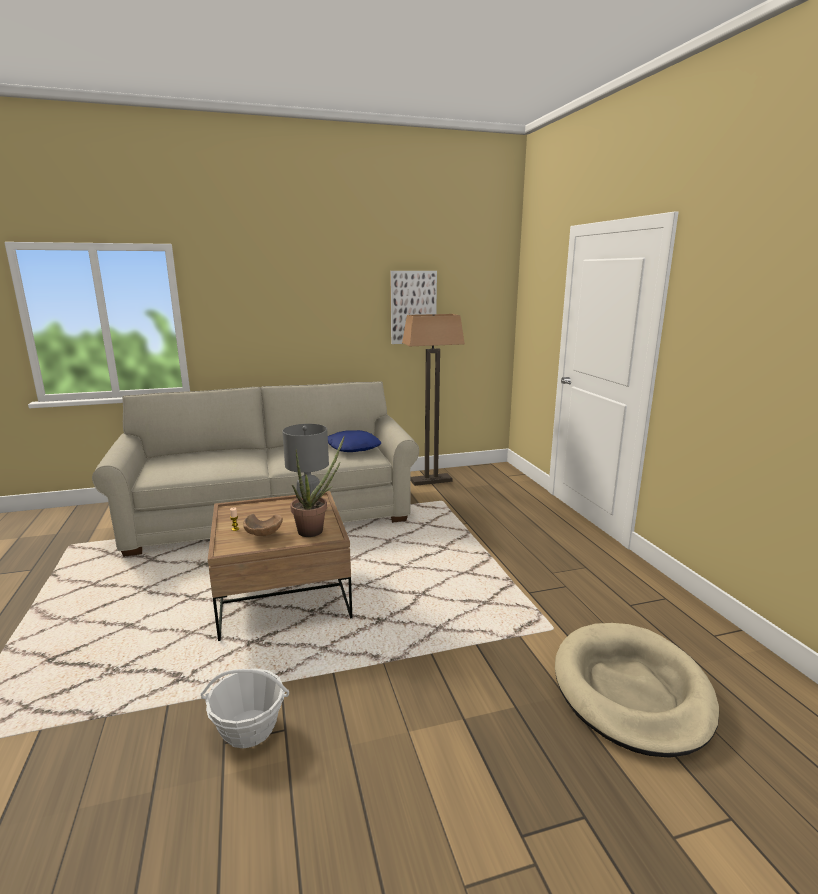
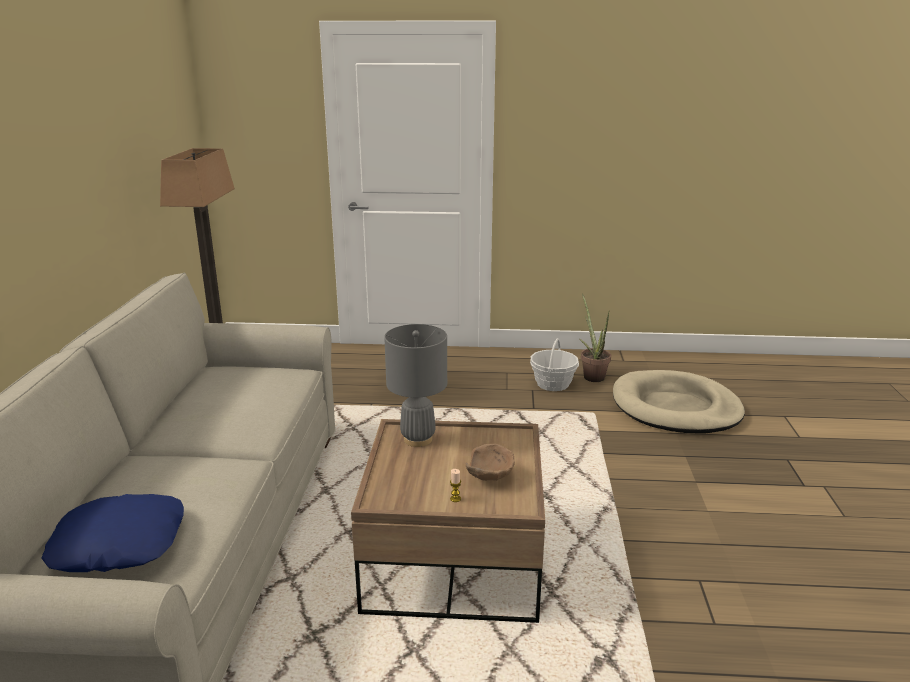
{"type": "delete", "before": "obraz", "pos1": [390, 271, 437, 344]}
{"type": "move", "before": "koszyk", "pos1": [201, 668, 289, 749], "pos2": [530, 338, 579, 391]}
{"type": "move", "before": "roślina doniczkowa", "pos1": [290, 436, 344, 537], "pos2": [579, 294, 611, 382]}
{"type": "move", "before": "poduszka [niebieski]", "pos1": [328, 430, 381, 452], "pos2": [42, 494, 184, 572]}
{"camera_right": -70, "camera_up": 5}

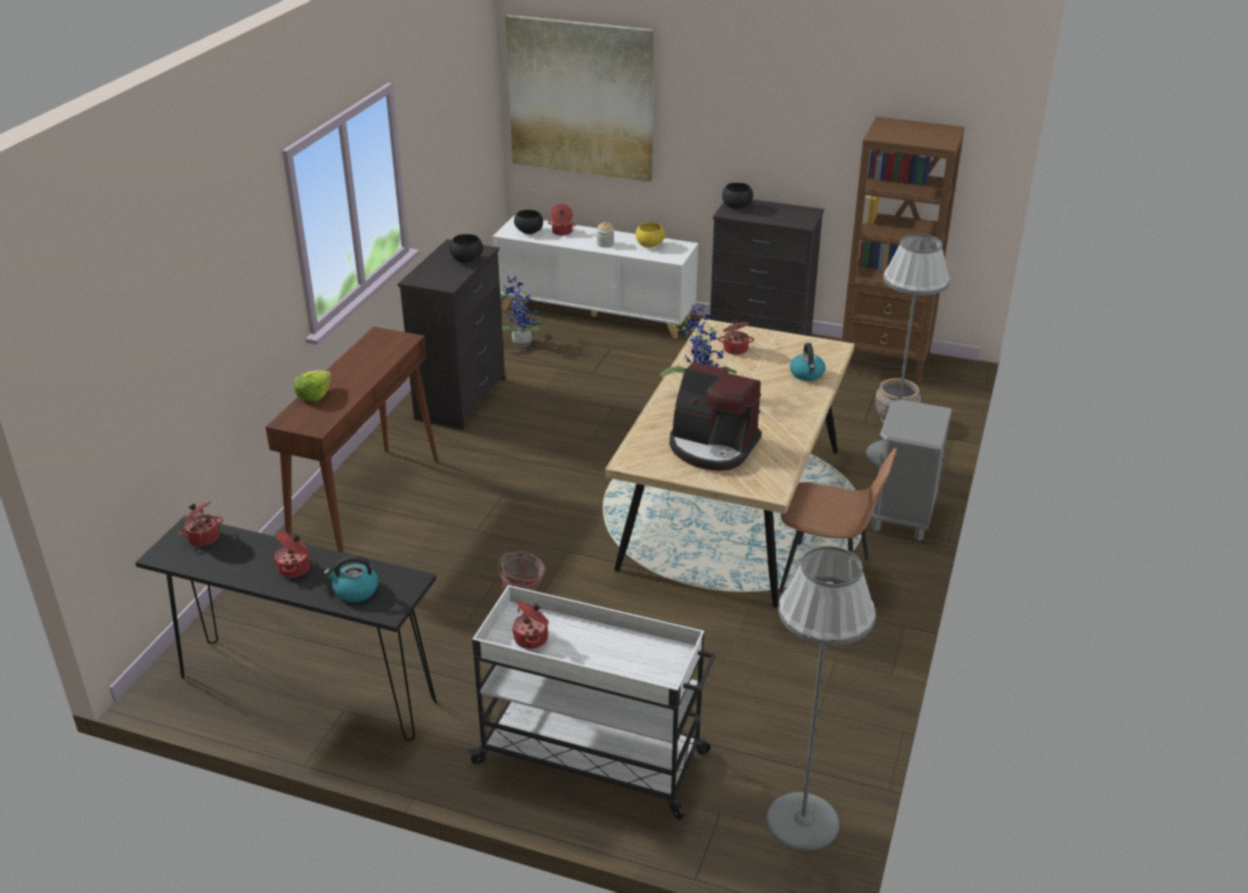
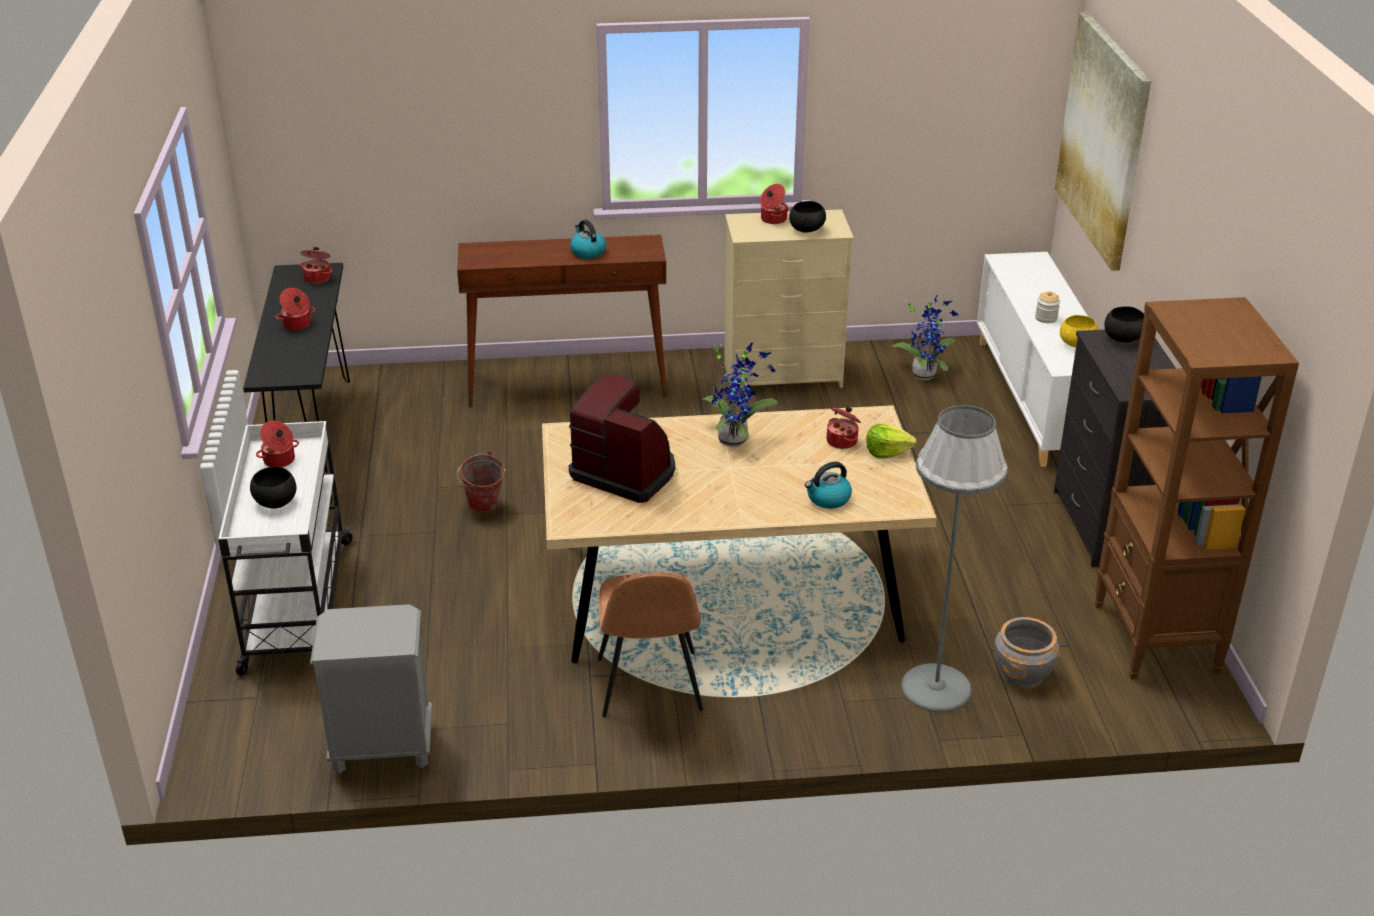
{"type": "delete", "before": "lampa stojąca [szary]", "pos1": [766, 546, 876, 851]}
{"type": "move", "before": "sałata", "pos1": [294, 370, 332, 402], "pos2": [866, 424, 917, 458]}
{"type": "move", "before": "czajnik", "pos1": [324, 556, 378, 602], "pos2": [570, 219, 606, 259]}
{"type": "move", "before": "miska [czarny]", "pos1": [514, 210, 543, 234], "pos2": [250, 467, 297, 509]}
{"type": "move", "before": "garnek", "pos1": [548, 204, 576, 236], "pos2": [760, 184, 788, 224]}
{"type": "move", "before": "szafka nocna [szary]", "pos1": [871, 399, 952, 541], "pos2": [310, 604, 432, 774]}
{"type": "recolor", "before": "komoda [czarny]", "after": "komoda [beżowy]", "pos1": [398, 239, 505, 429], "pos2": [724, 209, 854, 390]}
{"type": "rotate", "before": "ekspres do kawy", "pos1": [670, 361, 761, 471], "pos2": [569, 373, 675, 503], "turn": 120}
{"camera_right": 65, "camera_up": 0}

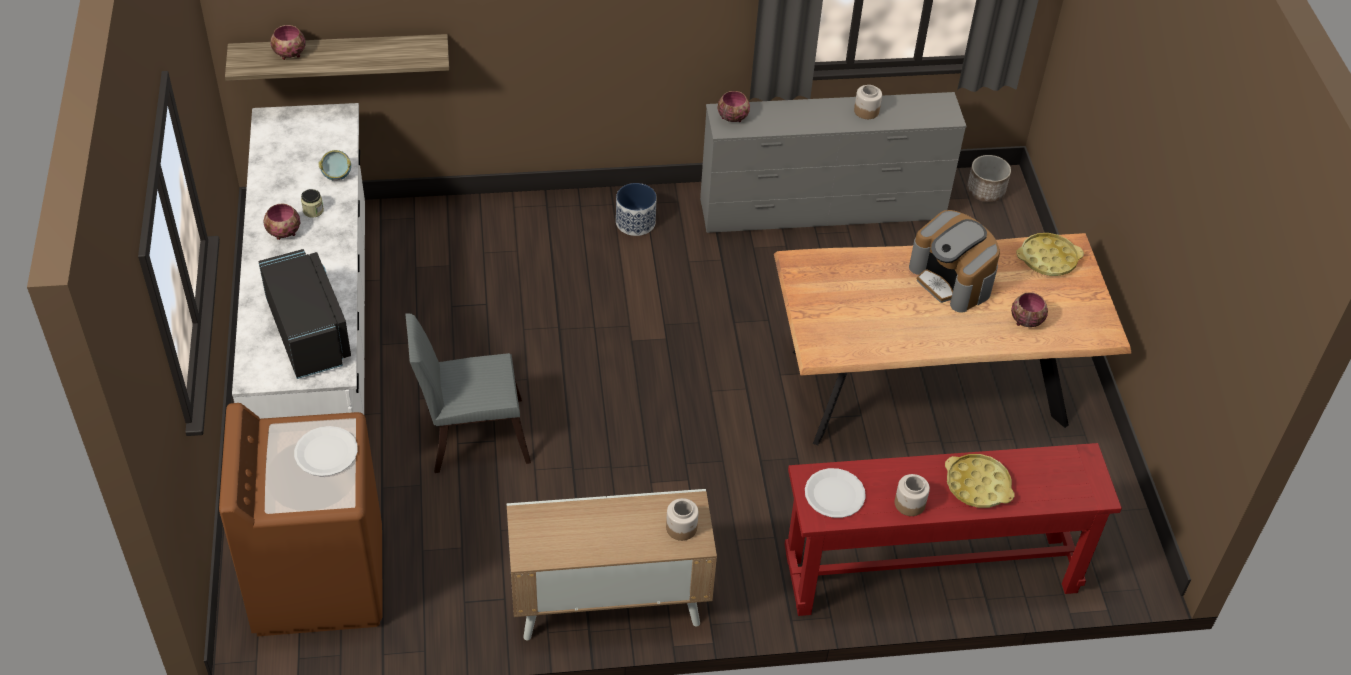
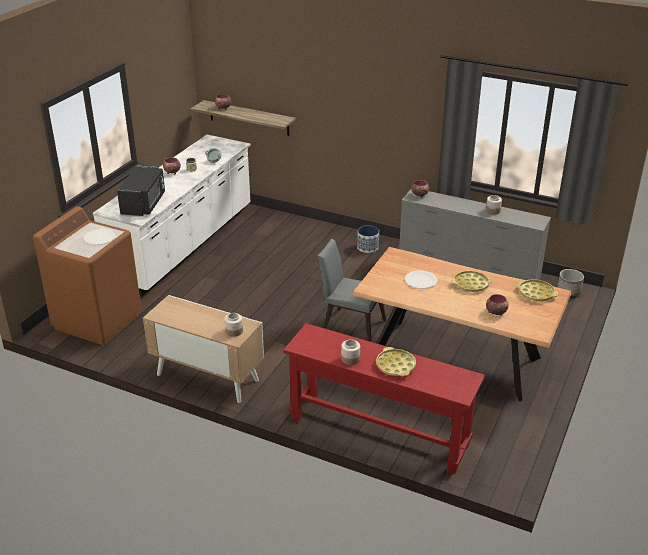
{"type": "move", "before": "krzesło [szary]", "pos1": [405, 313, 531, 473], "pos2": [318, 239, 387, 342]}
{"type": "move", "before": "talerz [biały]", "pos1": [805, 468, 866, 518], "pos2": [405, 271, 437, 289]}
{"type": "replace", "before": "ekspres do kawy", "after": "taca [żółty]", "pos1": [909, 210, 1000, 313], "pos2": [451, 271, 492, 292]}
{"camera_right": 35, "camera_up": -15}

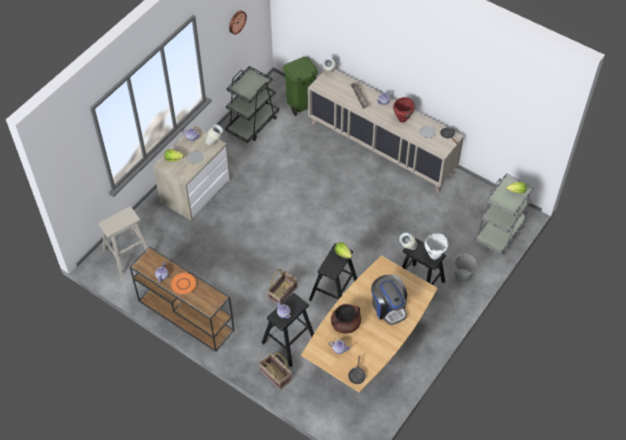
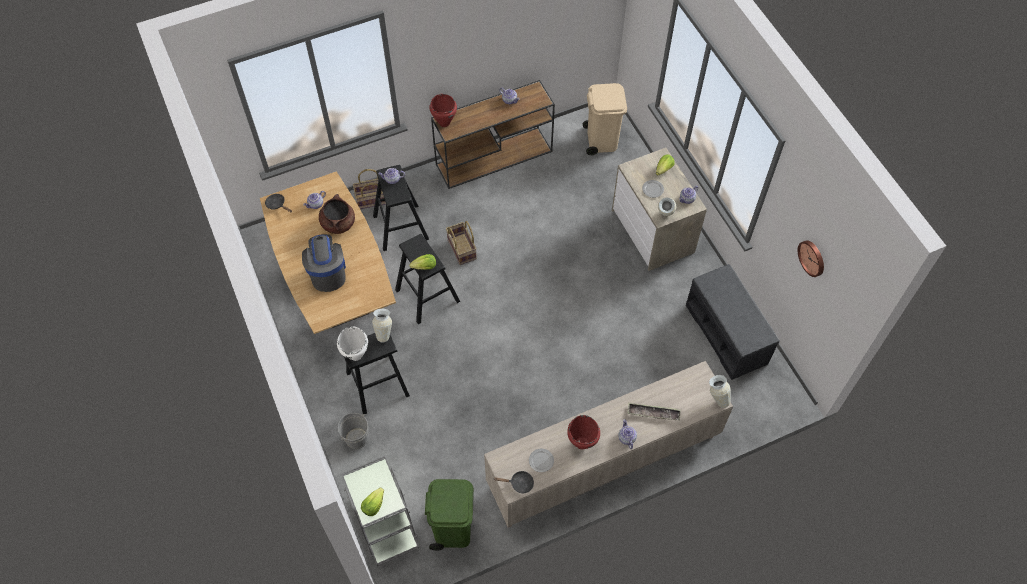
{"type": "delete", "before": "talerz [pomarańczowy]", "pos1": [170, 272, 197, 295]}
{"type": "insert", "after": "garnek [czerwony]", "pos2": [429, 94, 457, 127]}
{"type": "move", "before": "kosz na śmieci [zielony]", "pos1": [283, 57, 318, 116], "pos2": [425, 479, 474, 550]}
{"type": "replace", "before": "stołek [beżowy]", "after": "kosz na śmieci [beżowy]", "pos1": [98, 206, 148, 277], "pos2": [583, 83, 627, 155]}
{"type": "replace", "before": "wózek [czarny]", "after": "ławka [szary]", "pos1": [225, 66, 279, 143], "pos2": [686, 264, 780, 380]}
{"type": "rotate", "before": "ekspres do kawy", "pos1": [371, 274, 407, 325], "pos2": [302, 234, 346, 292], "turn": 75}
{"camera_right": 120, "camera_up": 5}

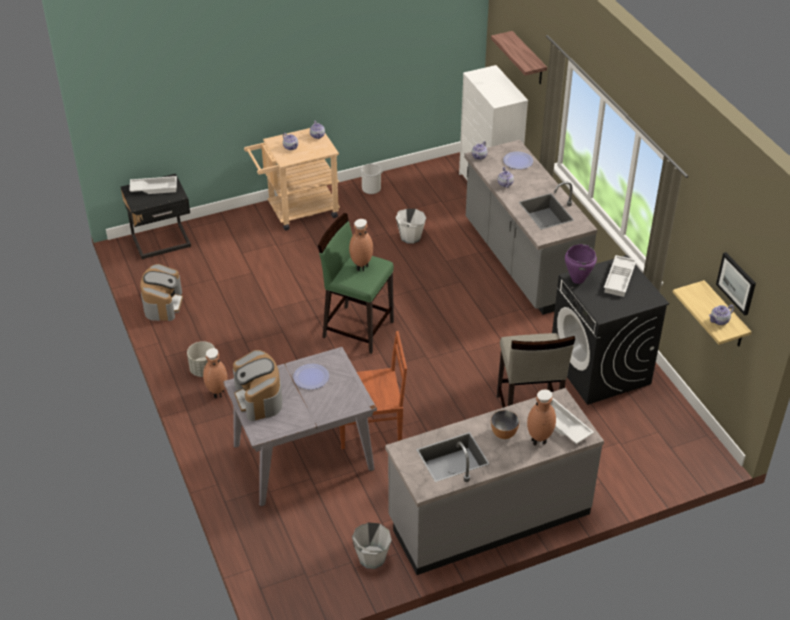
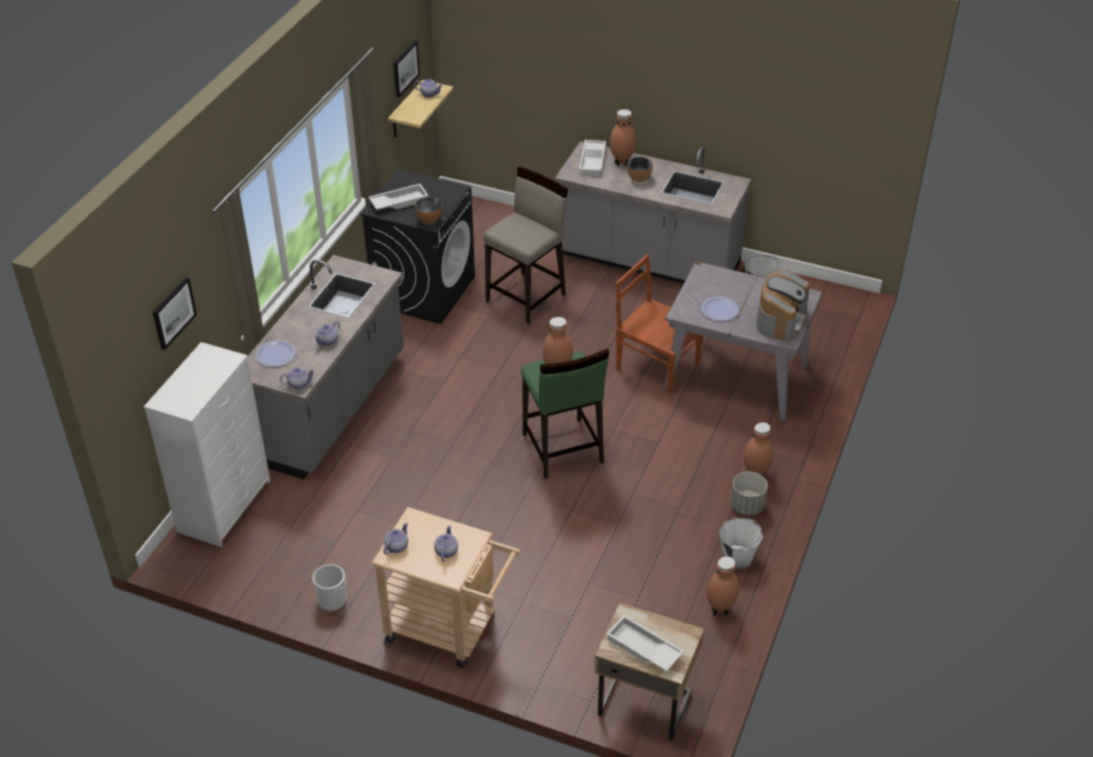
{"type": "move", "before": "wiadro [biały]", "pos1": [396, 209, 426, 244], "pos2": [719, 518, 763, 569]}
{"type": "replace", "before": "ekspres do kawy", "after": "wazon [brązowy]", "pos1": [140, 264, 183, 321], "pos2": [707, 556, 739, 616]}
{"type": "replace", "before": "półka", "after": "obraz", "pos1": [491, 31, 547, 84], "pos2": [153, 277, 197, 350]}
{"type": "replace", "before": "garnek [fioletowy]", "after": "miska", "pos1": [565, 244, 597, 284], "pos2": [415, 197, 442, 224]}
{"type": "recolor", "before": "szafka nocna [czarny]", "after": "szafka nocna [beżowy]", "pos1": [121, 174, 191, 259], "pos2": [594, 603, 704, 740]}
{"camera_right": -135, "camera_up": 0}

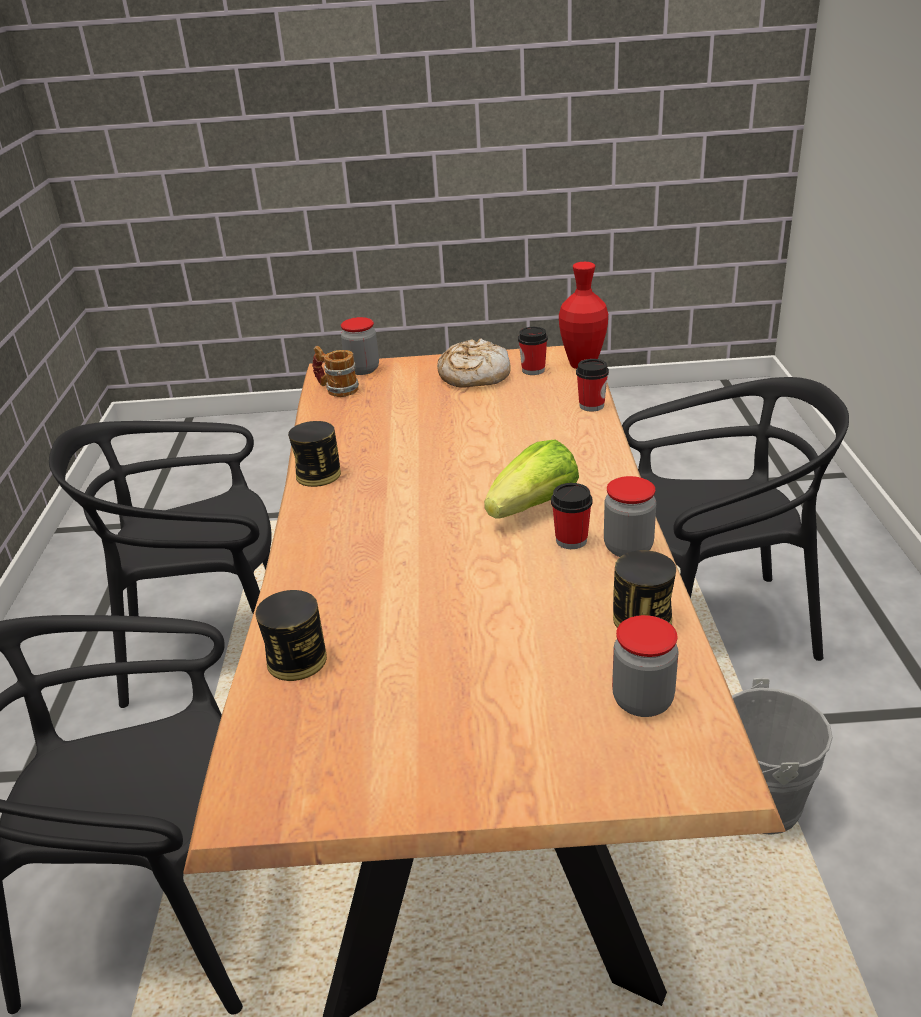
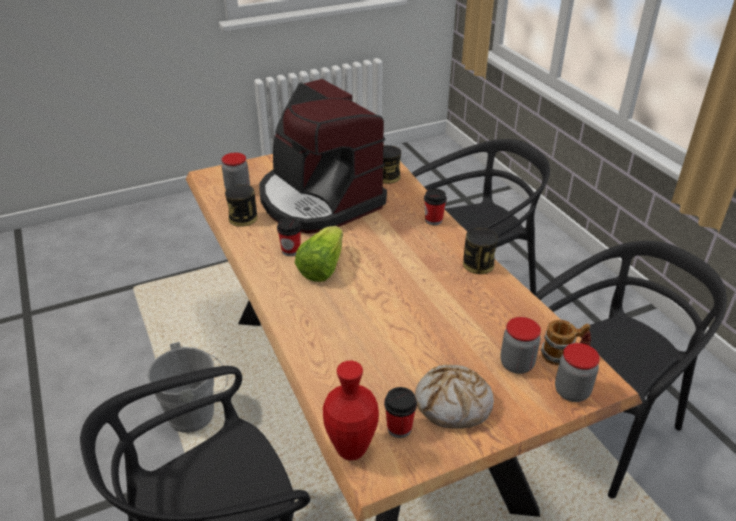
{"type": "insert", "after": "ekspres do kawy", "pos2": [259, 79, 387, 234]}
{"type": "move", "before": "filiżanka", "pos1": [576, 359, 609, 412], "pos2": [424, 189, 447, 225]}
{"type": "move", "before": "słoik", "pos1": [604, 476, 656, 557], "pos2": [500, 317, 541, 374]}
{"camera_right": 155, "camera_up": 5}

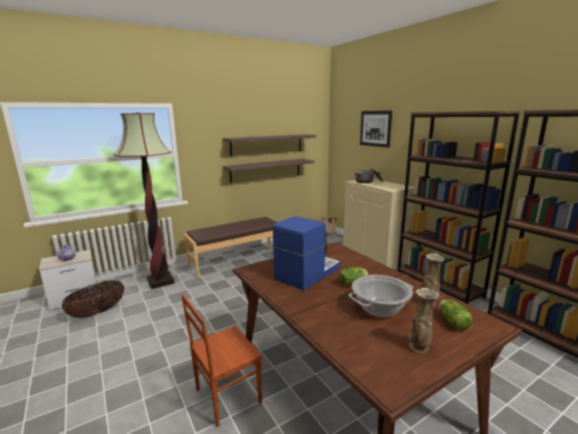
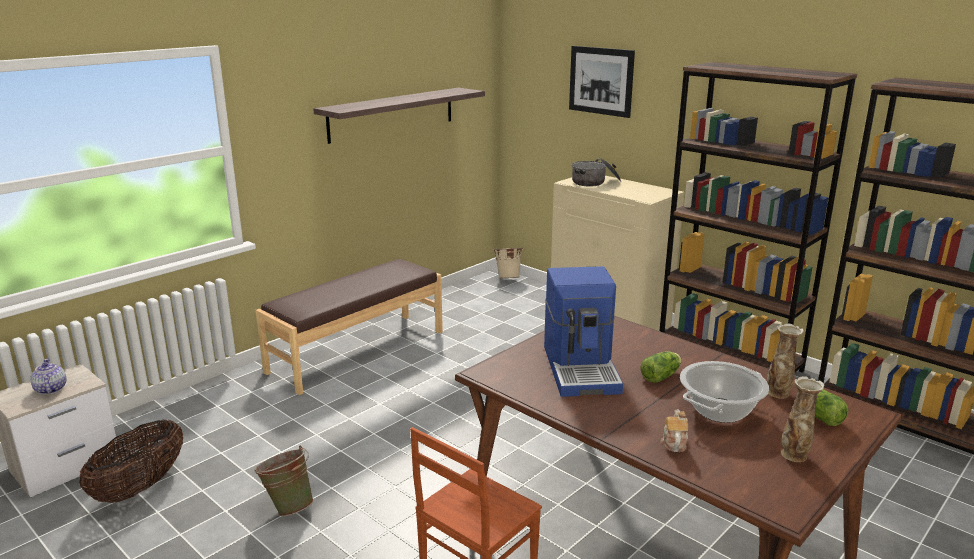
{"type": "delete", "before": "lampa stojąca", "pos1": [114, 113, 175, 289]}
{"type": "delete", "before": "półka", "pos1": [223, 159, 314, 183]}
{"type": "insert", "after": "wiadro [zielony]", "pos2": [254, 445, 314, 516]}
{"type": "insert", "after": "imbryk", "pos2": [661, 409, 688, 452]}
{"type": "rotate", "before": "ekspres do kawy", "pos1": [273, 216, 340, 291], "pos2": [544, 266, 623, 397], "turn": 150}
{"camera_right": -15, "camera_up": 5}

